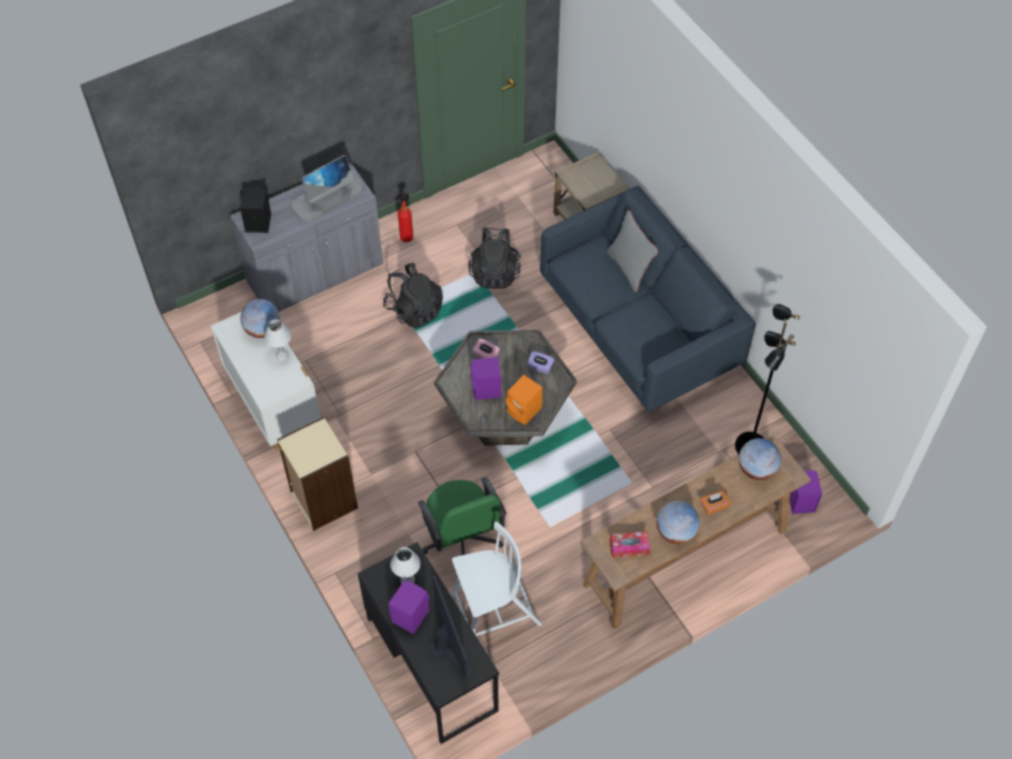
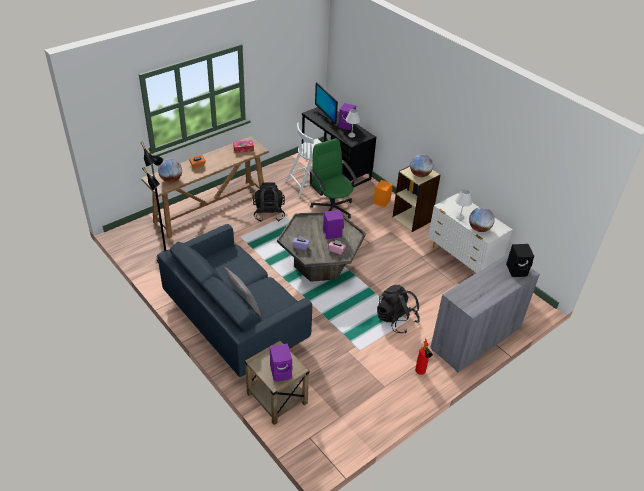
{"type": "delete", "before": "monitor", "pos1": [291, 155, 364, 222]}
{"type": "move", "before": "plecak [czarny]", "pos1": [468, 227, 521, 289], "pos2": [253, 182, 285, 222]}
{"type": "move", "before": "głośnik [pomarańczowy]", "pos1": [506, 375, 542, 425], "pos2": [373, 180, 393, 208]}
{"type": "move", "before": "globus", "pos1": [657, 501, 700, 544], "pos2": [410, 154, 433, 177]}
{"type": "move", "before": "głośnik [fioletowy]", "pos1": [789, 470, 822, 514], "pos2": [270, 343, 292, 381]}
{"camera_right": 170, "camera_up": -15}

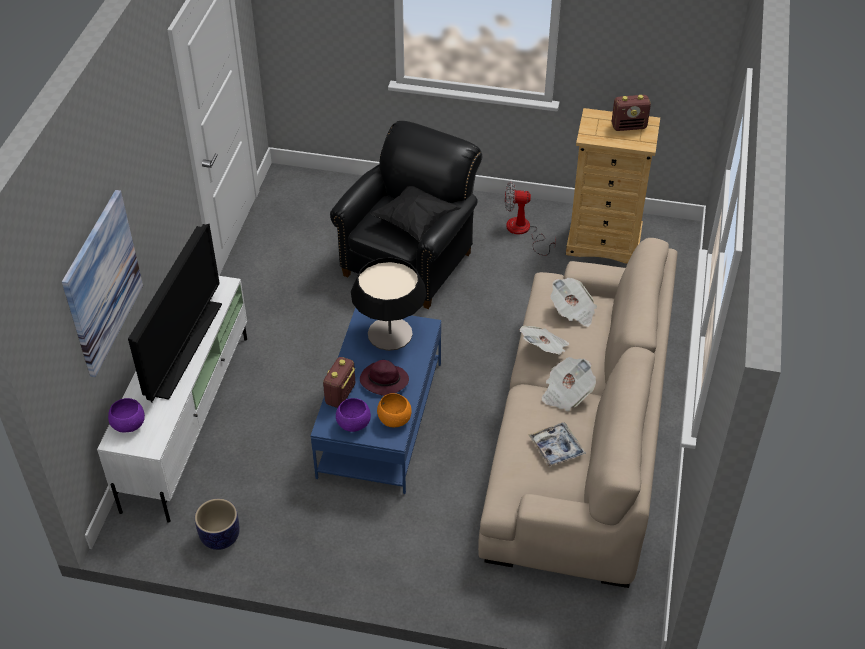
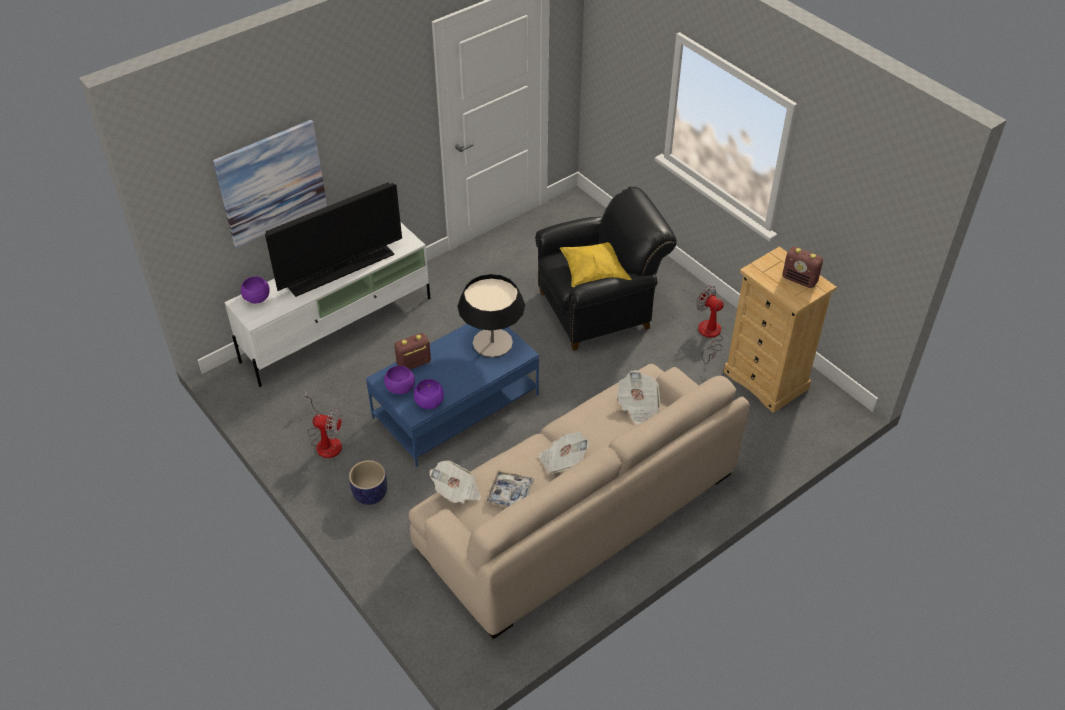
{"type": "delete", "before": "kapelusz [fioletowy]", "pos1": [360, 360, 409, 396]}
{"type": "insert", "after": "wentylator", "pos2": [304, 391, 343, 458]}
{"type": "move", "before": "donica", "pos1": [195, 499, 239, 550], "pos2": [349, 460, 387, 505]}
{"type": "move", "before": "gazeta", "pos1": [520, 326, 570, 355], "pos2": [429, 460, 481, 504]}
{"type": "recolor", "before": "poduszka [czarny]", "after": "poduszka [żółty]", "pos1": [370, 186, 461, 242], "pos2": [560, 242, 631, 287]}
{"type": "recolor", "before": "miska [pomarańczowy]", "after": "miska [fioletowy]", "pos1": [377, 393, 412, 427], "pos2": [414, 379, 444, 409]}
{"camera_right": 40, "camera_up": 0}

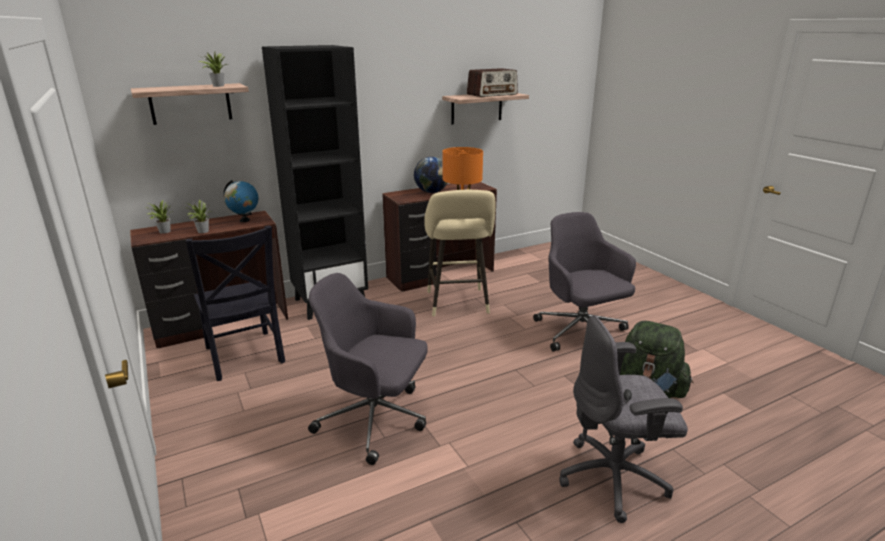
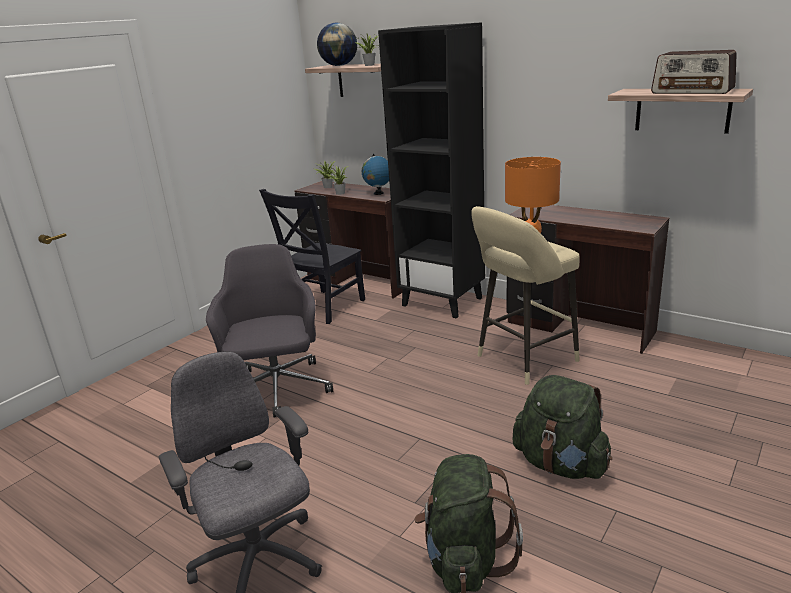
{"type": "move", "before": "globus", "pos1": [414, 157, 447, 193], "pos2": [317, 23, 357, 66]}
{"type": "replace", "before": "krzesło biurowe [szary]", "after": "plecak [zielony]", "pos1": [533, 212, 636, 352], "pos2": [512, 375, 612, 479]}
{"camera_right": 65, "camera_up": 0}

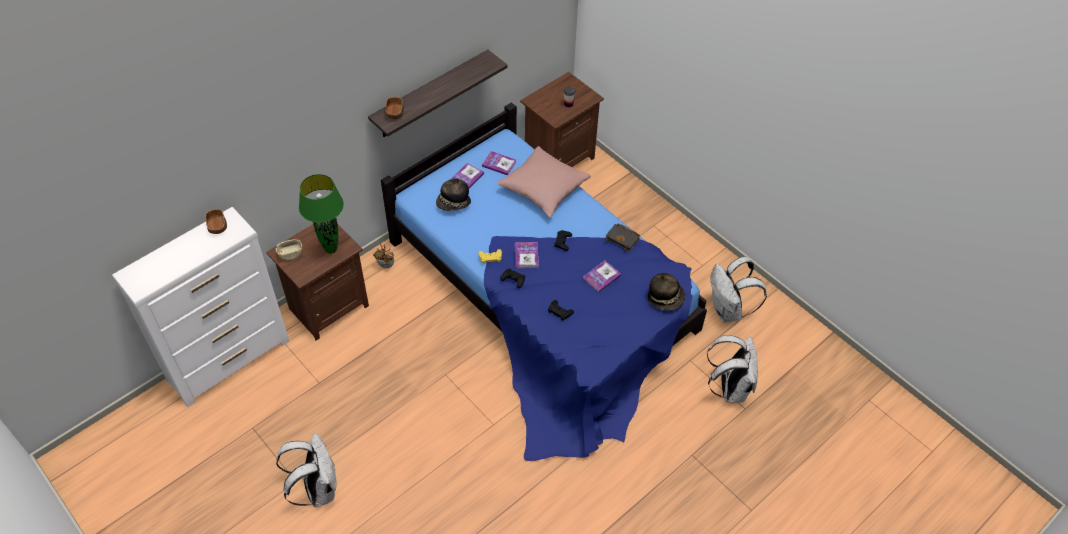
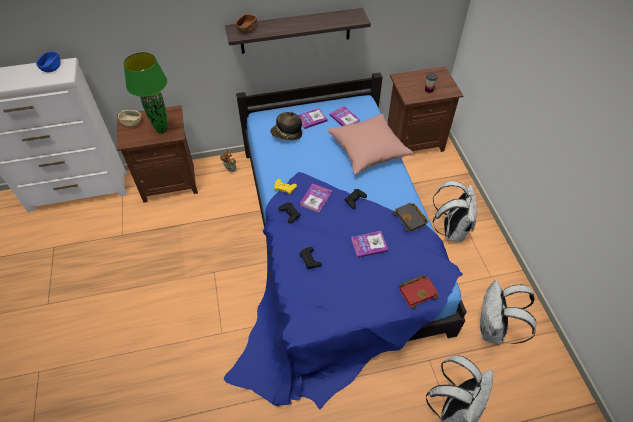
{"type": "move", "before": "plecak [biały]", "pos1": [276, 433, 336, 507], "pos2": [433, 181, 477, 242]}
{"type": "replace", "before": "kapelusz", "after": "książka [czerwony]", "pos1": [647, 273, 685, 311], "pos2": [399, 275, 439, 309]}
{"type": "recolor", "before": "miska [brązowy]", "after": "miska [niebieski]", "pos1": [205, 209, 227, 234], "pos2": [36, 51, 61, 72]}
{"camera_right": 30, "camera_up": 0}

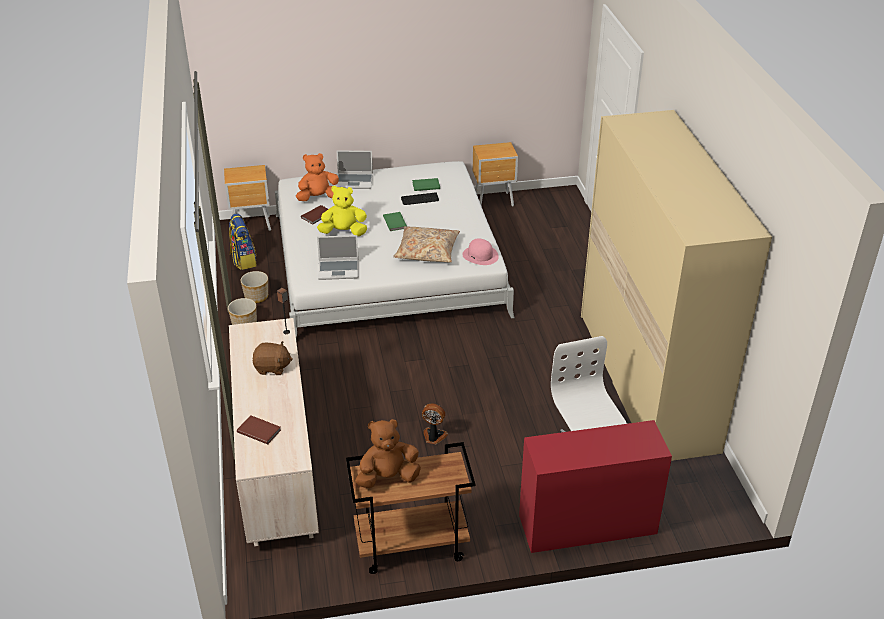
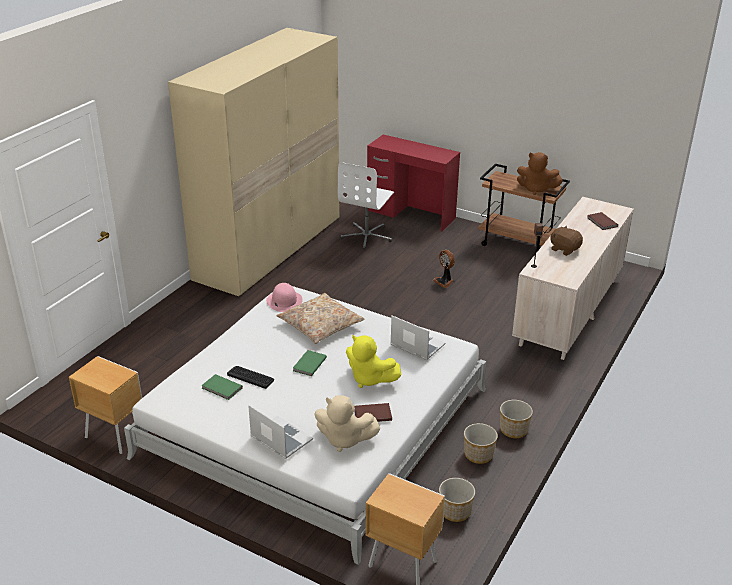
{"type": "replace", "before": "plecak", "after": "donica", "pos1": [229, 214, 257, 270], "pos2": [439, 478, 475, 522]}
{"type": "recolor", "before": "pluszak [pomarańczowy]", "after": "pluszak [beżowy]", "pos1": [296, 153, 339, 201], "pos2": [314, 395, 380, 452]}
{"camera_right": -140, "camera_up": -5}

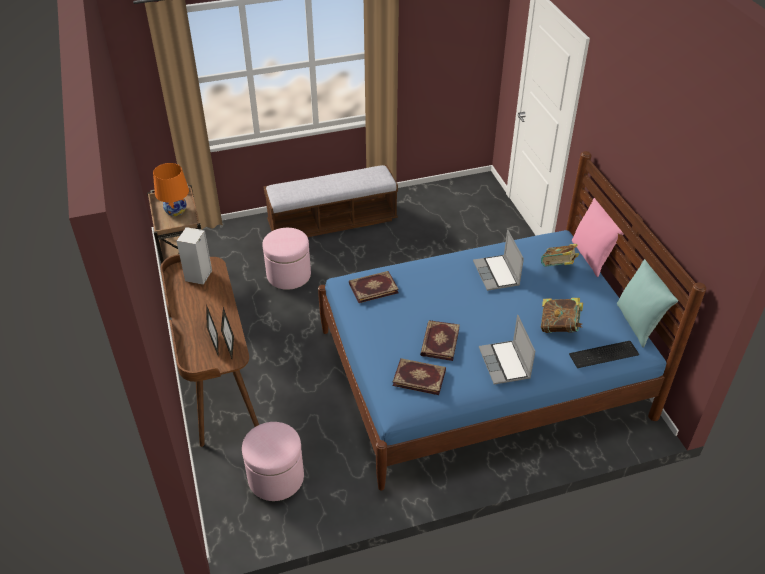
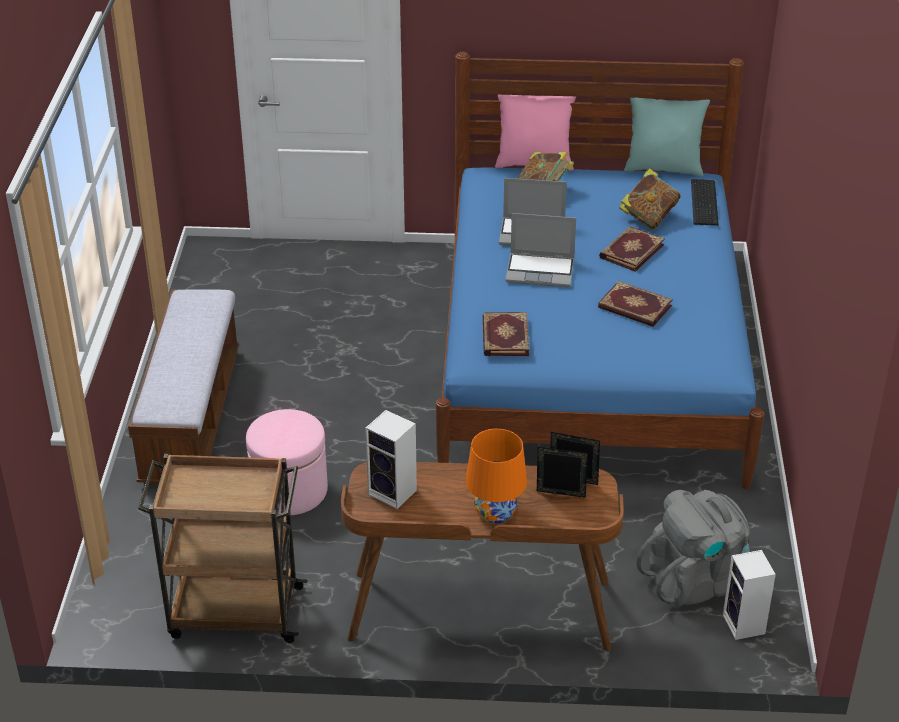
{"type": "insert", "after": "głośnik", "pos2": [723, 550, 776, 640]}
{"type": "move", "before": "lampa stołowa [pomarańczowy]", "pos1": [153, 163, 189, 216], "pos2": [466, 429, 527, 524]}
{"type": "move", "before": "książka", "pos1": [393, 358, 446, 395], "pos2": [599, 226, 665, 272]}
{"type": "move", "before": "laptop", "pos1": [479, 315, 535, 384], "pos2": [505, 213, 576, 287]}
{"type": "replace", "before": "pufa [różowy]", "after": "plecak [szary]", "pos1": [242, 422, 304, 501], "pos2": [636, 490, 750, 608]}
{"camera_right": -70, "camera_up": -5}

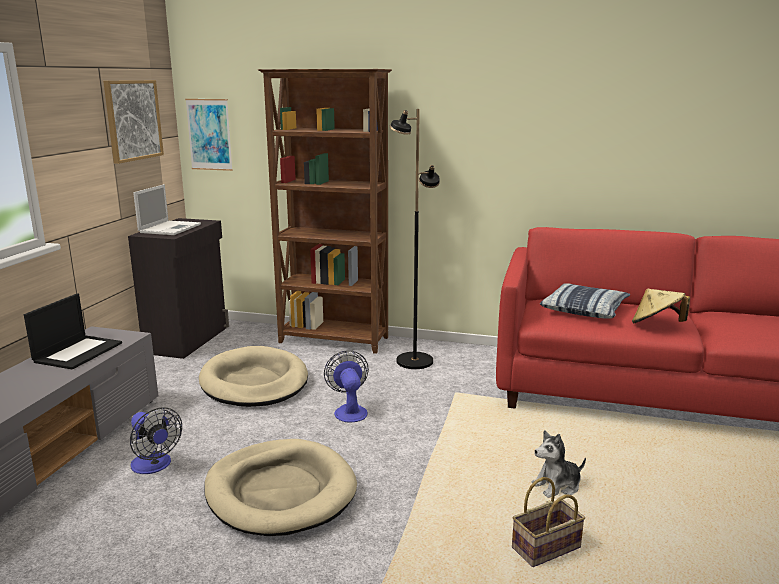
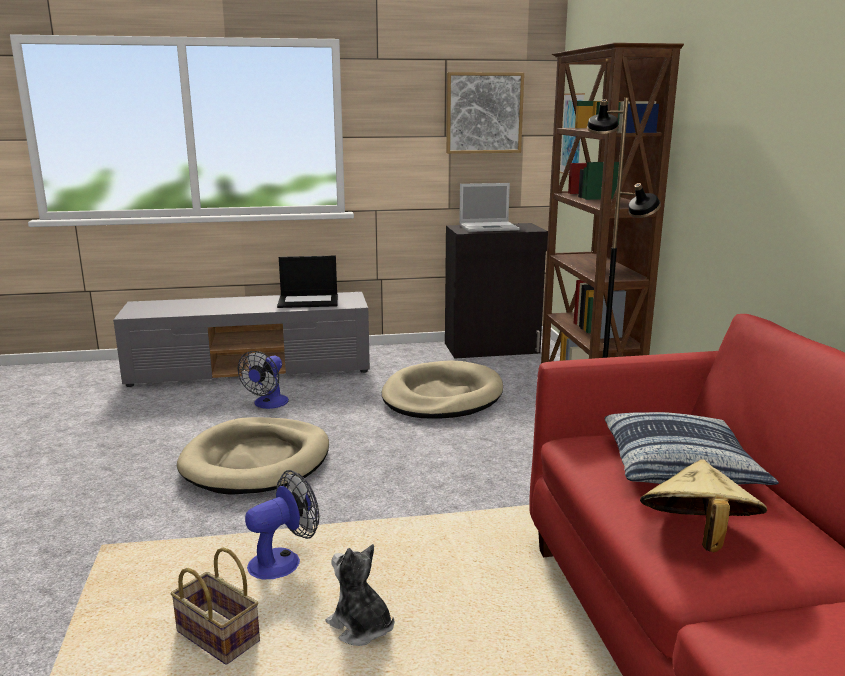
{"type": "move", "before": "wentylator", "pos1": [324, 351, 369, 423], "pos2": [245, 470, 319, 580]}
{"camera_right": 65, "camera_up": 0}

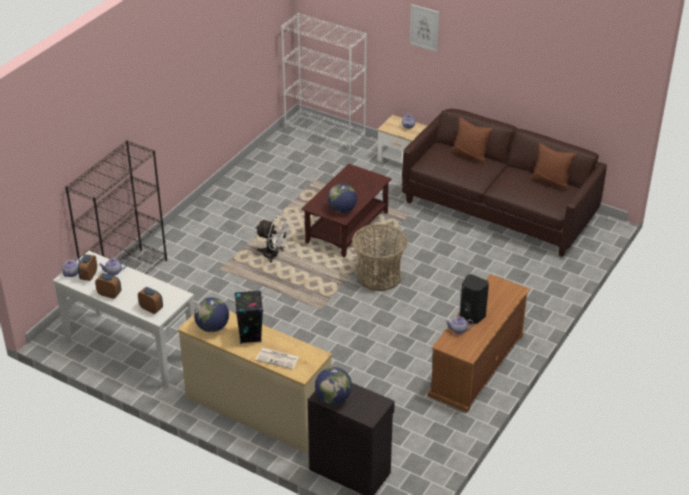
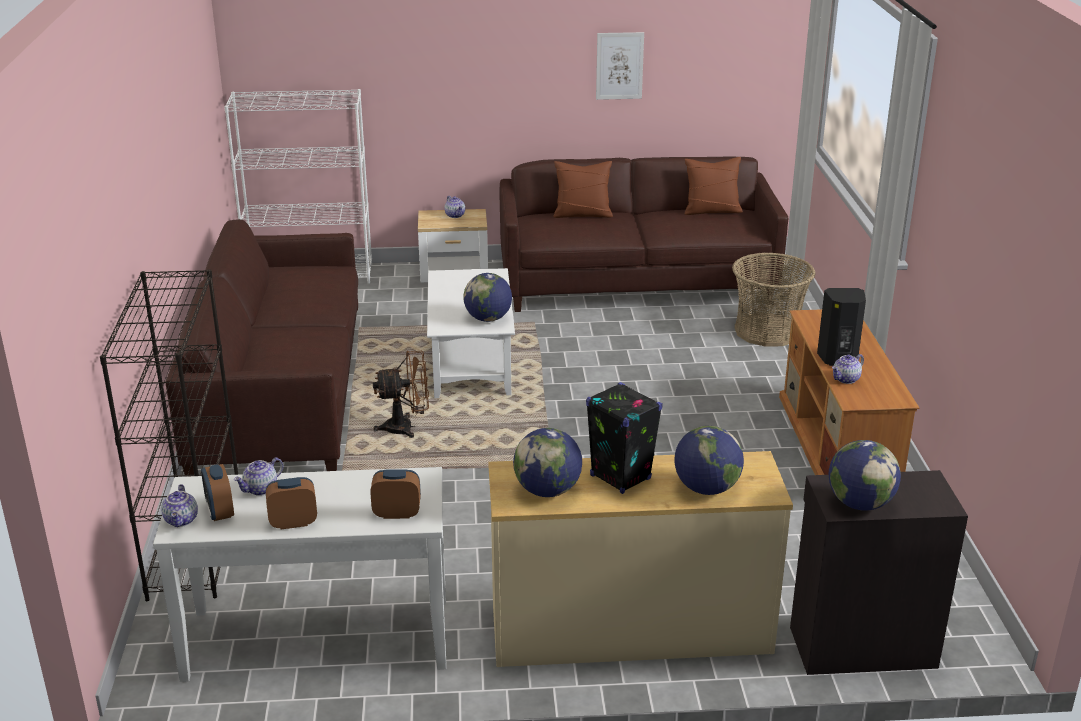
{"type": "insert", "after": "kanapa [brązowy]", "pos2": [166, 219, 358, 477]}
{"type": "move", "before": "koszyk", "pos1": [352, 224, 408, 291], "pos2": [732, 252, 816, 347]}
{"type": "move", "before": "obraz", "pos1": [410, 4, 439, 52], "pos2": [596, 32, 644, 100]}
{"type": "replace", "before": "gazeta", "after": "globus", "pos1": [256, 348, 299, 369], "pos2": [674, 426, 744, 495]}
{"type": "recolor", "before": "wentylator [biały]", "after": "wentylator [brązowy]", "pos1": [256, 215, 292, 263], "pos2": [373, 351, 429, 438]}
{"type": "recolor", "before": "ława [brązowy]", "after": "ława [biały]", "pos1": [301, 164, 392, 258], "pos2": [427, 268, 515, 398]}
{"camera_right": -35, "camera_up": -10}

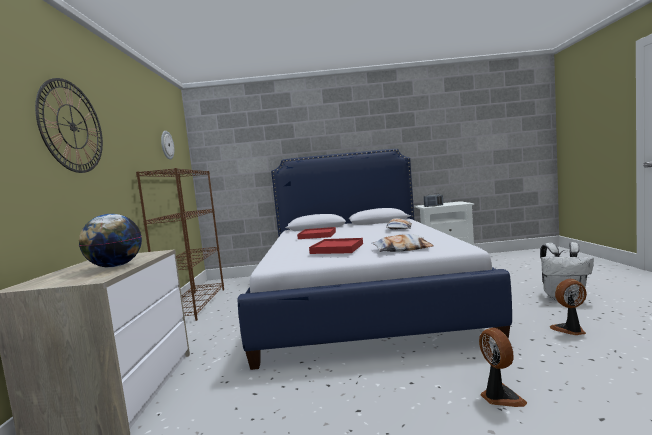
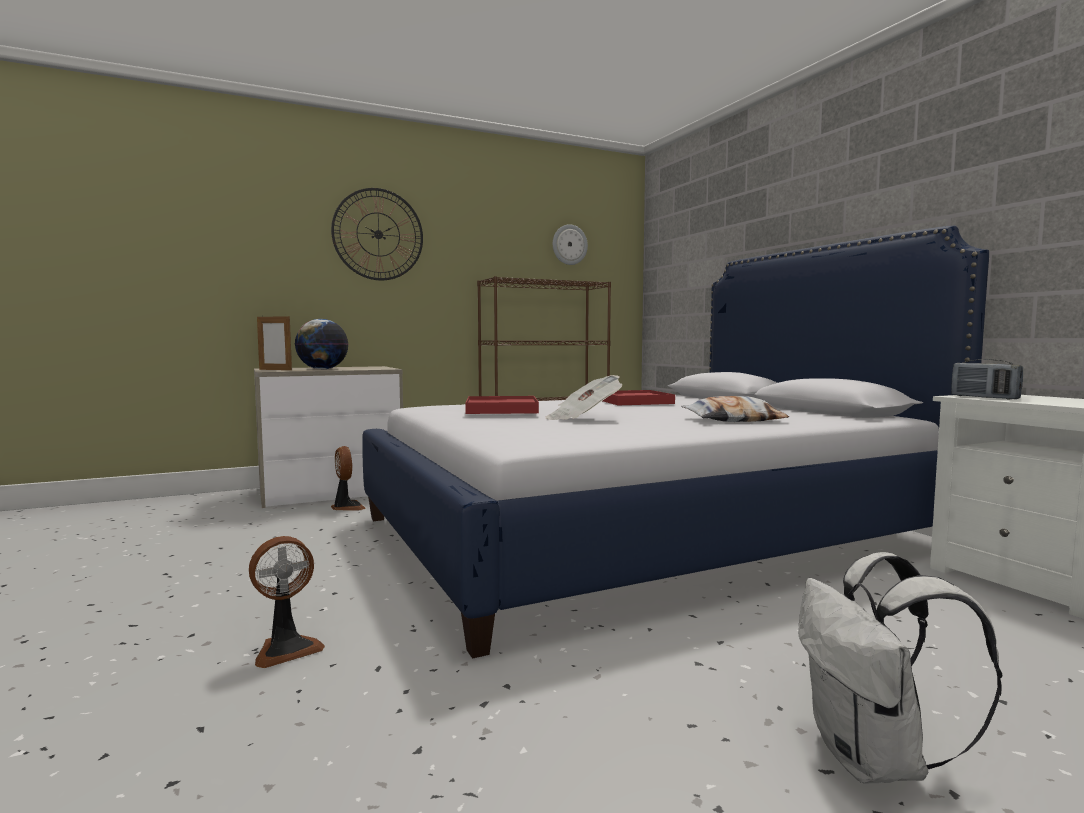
{"type": "delete", "before": "poduszka", "pos1": [372, 234, 434, 252]}
{"type": "insert", "after": "ramka na zdjęcie", "pos2": [257, 316, 292, 370]}
{"type": "insert", "after": "gazeta", "pos2": [546, 375, 622, 420]}
{"type": "move", "before": "wentylator", "pos1": [550, 279, 587, 335], "pos2": [331, 446, 366, 511]}
{"camera_right": 65, "camera_up": 0}

